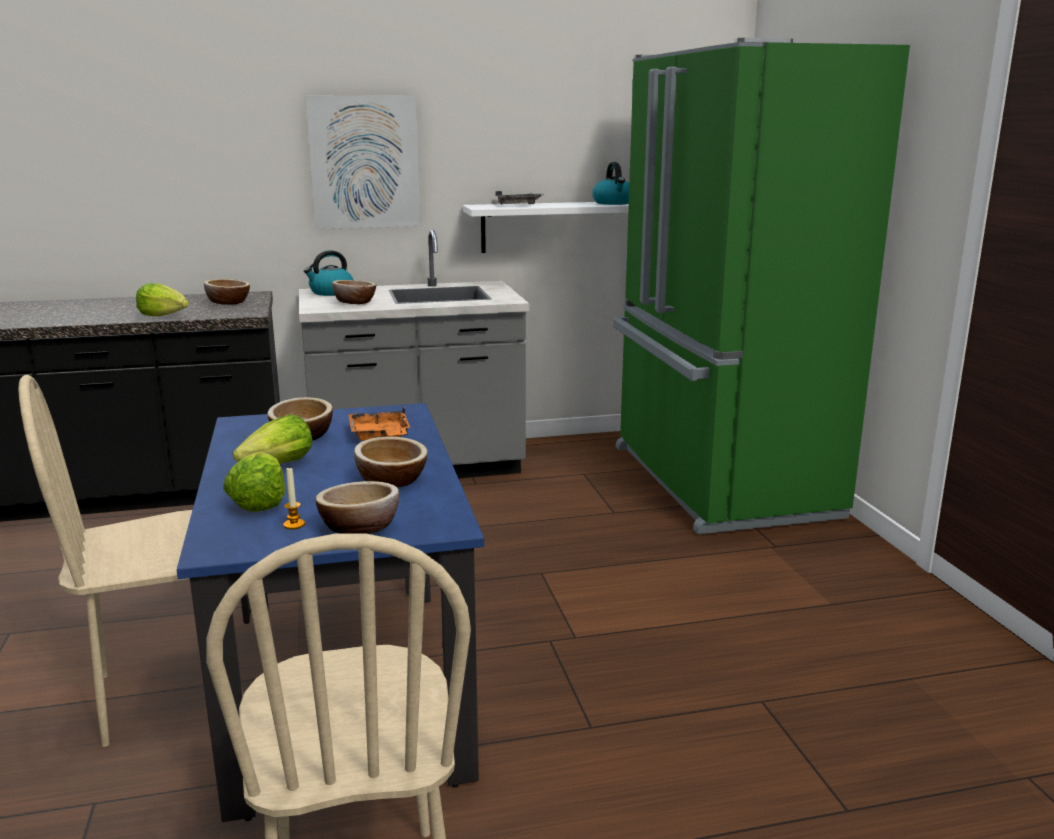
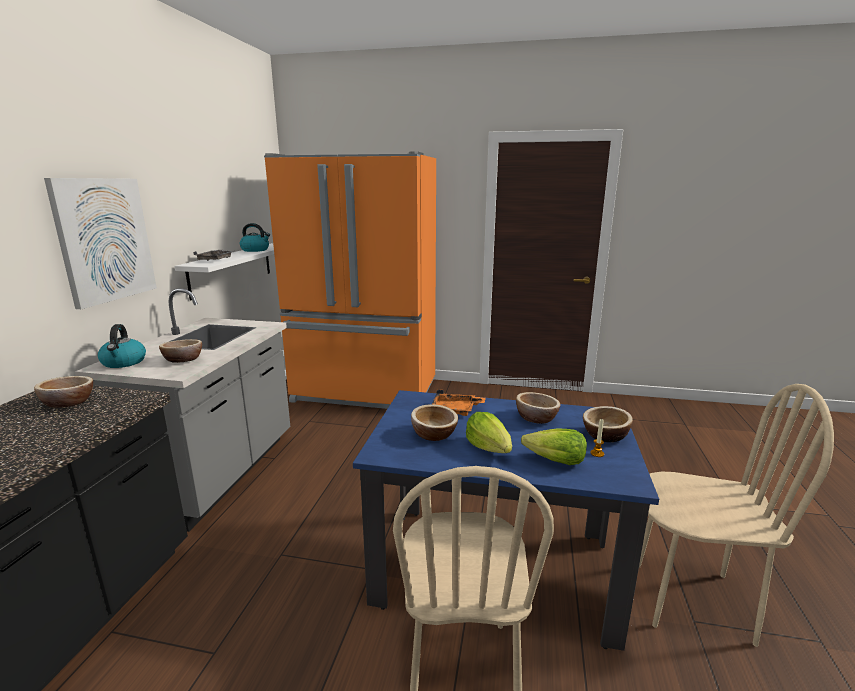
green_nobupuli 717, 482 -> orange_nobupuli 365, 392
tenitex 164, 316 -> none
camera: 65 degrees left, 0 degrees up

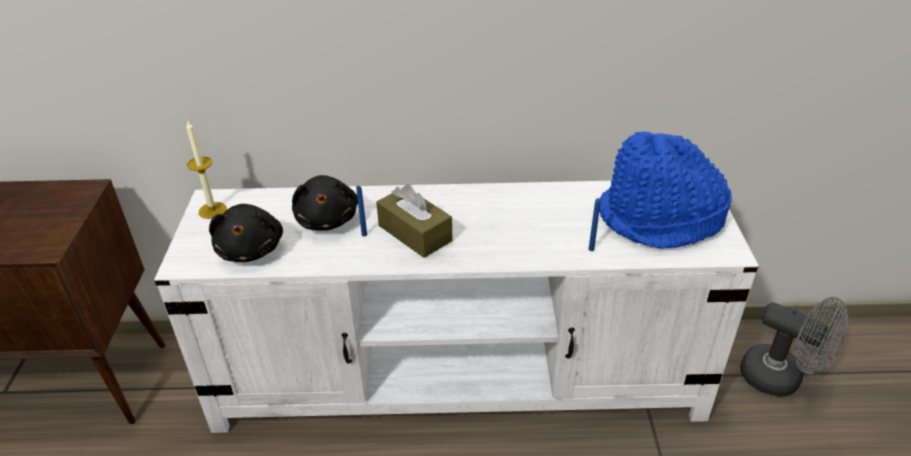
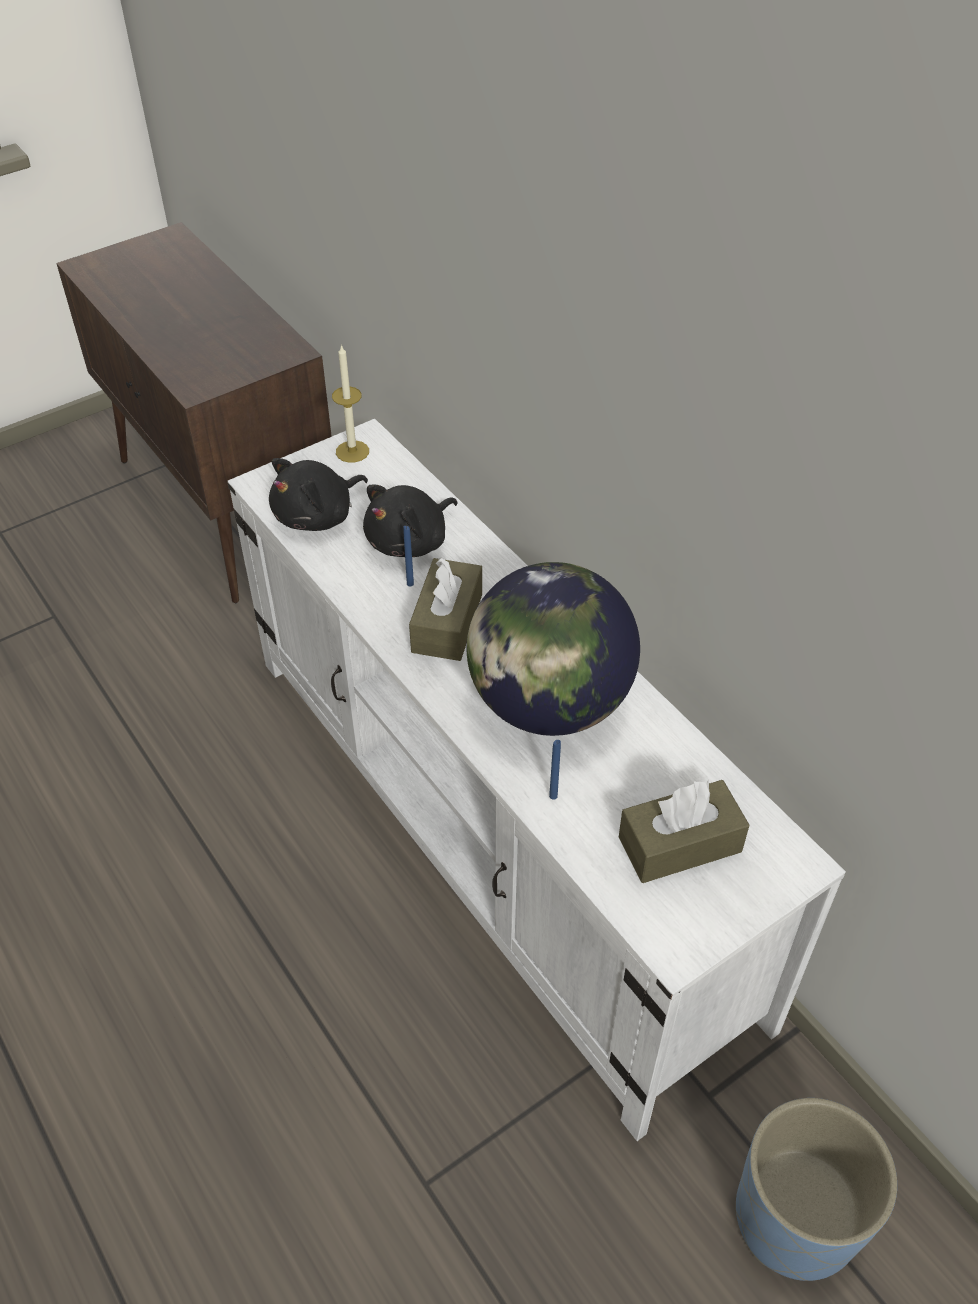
none -> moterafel 548, 704
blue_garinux 660, 219 -> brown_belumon 680, 844
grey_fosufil 781, 379 -> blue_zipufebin 796, 1216
camera: 55 degrees right, 10 degrees up

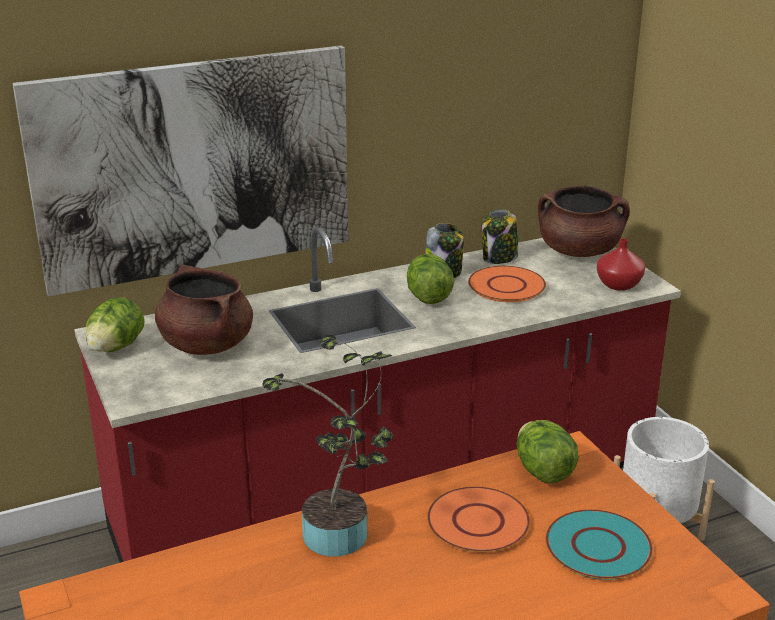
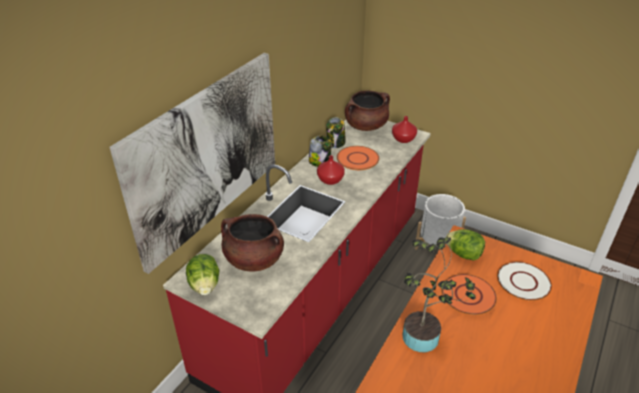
tenitex 428, 297 -> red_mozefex 330, 180
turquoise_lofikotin 597, 546 -> white_lofikotin 523, 282
camera: 35 degrees left, 10 degrees up

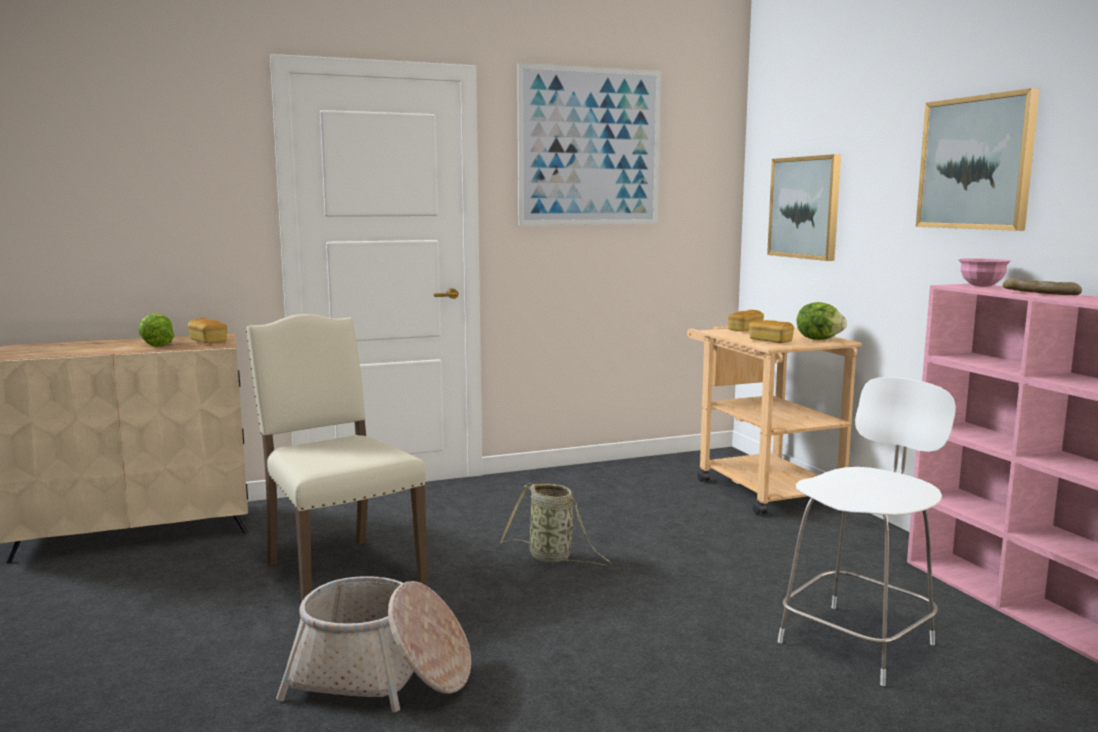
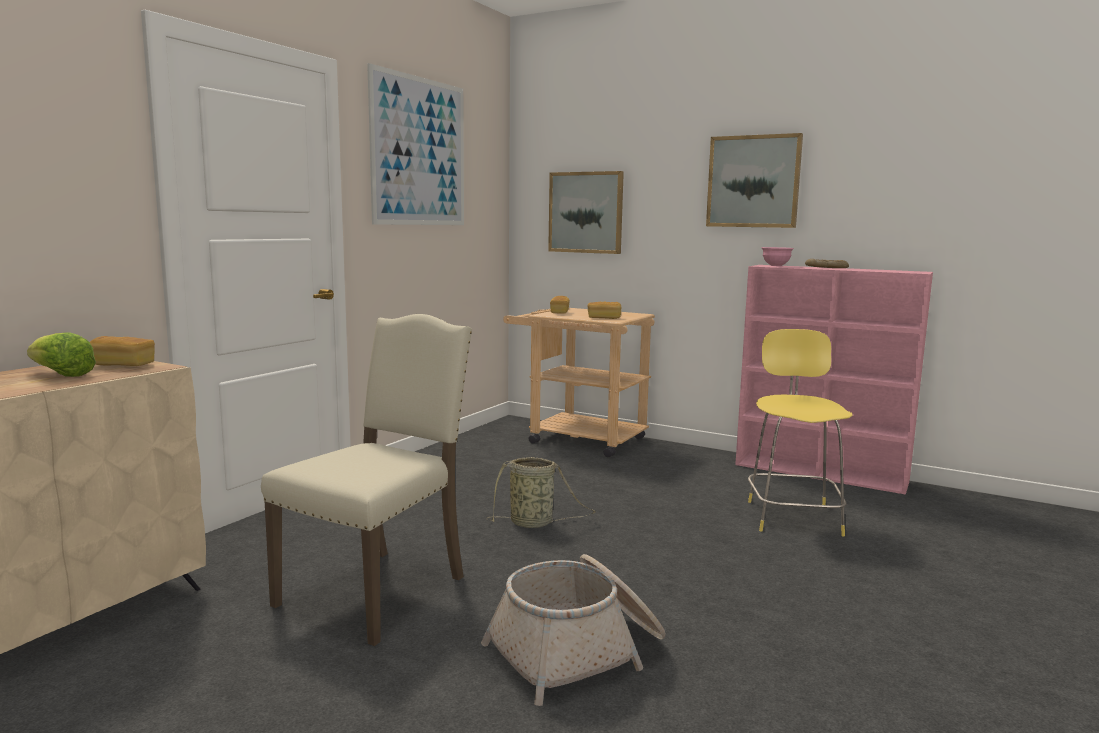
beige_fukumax 339, 572 -> beige_fukumax 378, 590, 105 degrees clockwise
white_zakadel 859, 641 -> yellow_zakadel 793, 516
tenitex 819, 339 -> none
camera: 40 degrees left, 0 degrees up

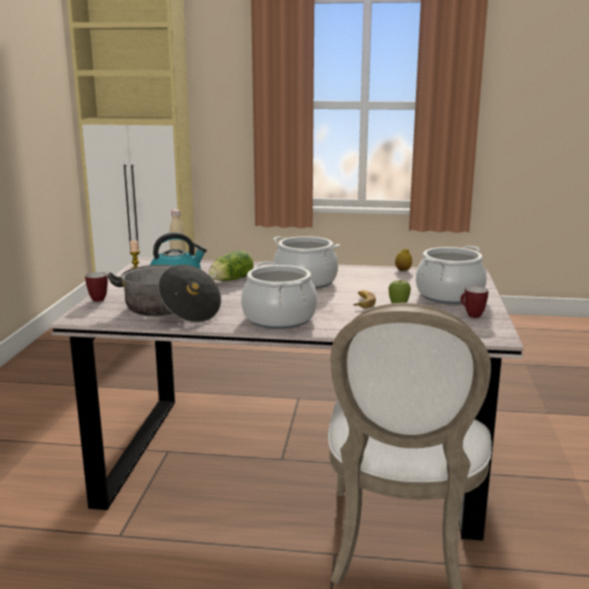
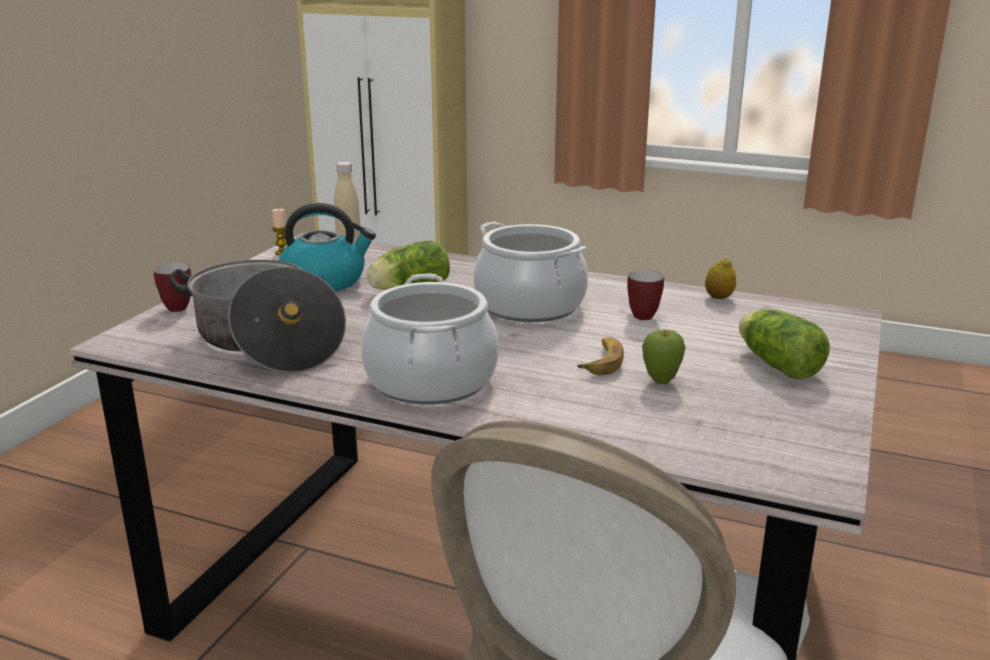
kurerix 471, 315 -> kurerix 640, 315, move
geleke 449, 295 -> tenitex 775, 363
camera: 15 degrees right, 5 degrees up

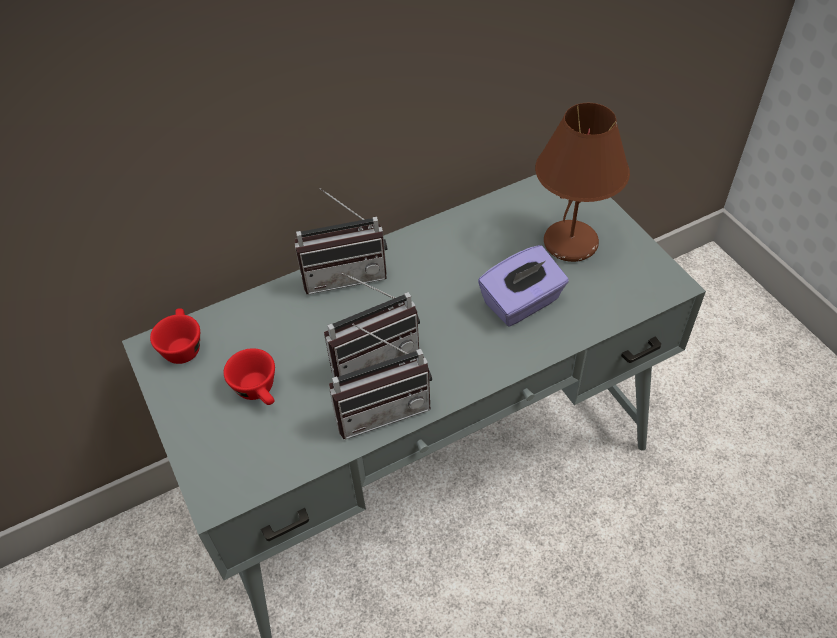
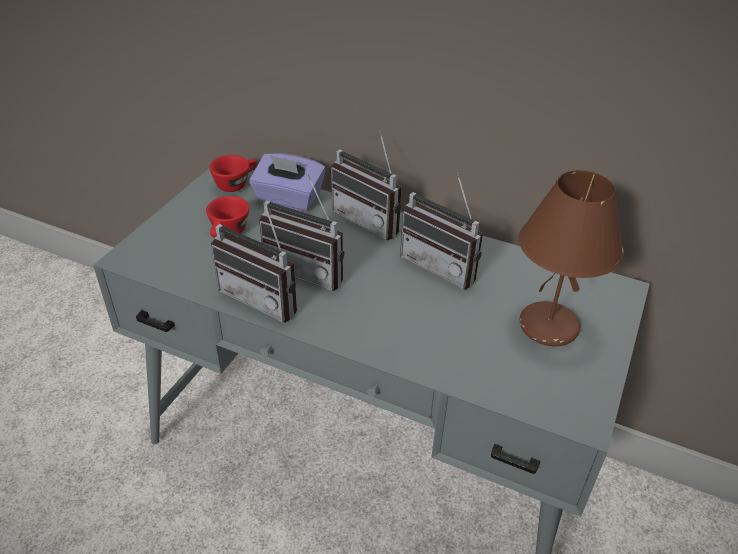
purple_belumon 521, 303 -> purple_belumon 288, 199, move
none -> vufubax 443, 265
camera: 50 degrees right, 10 degrees down

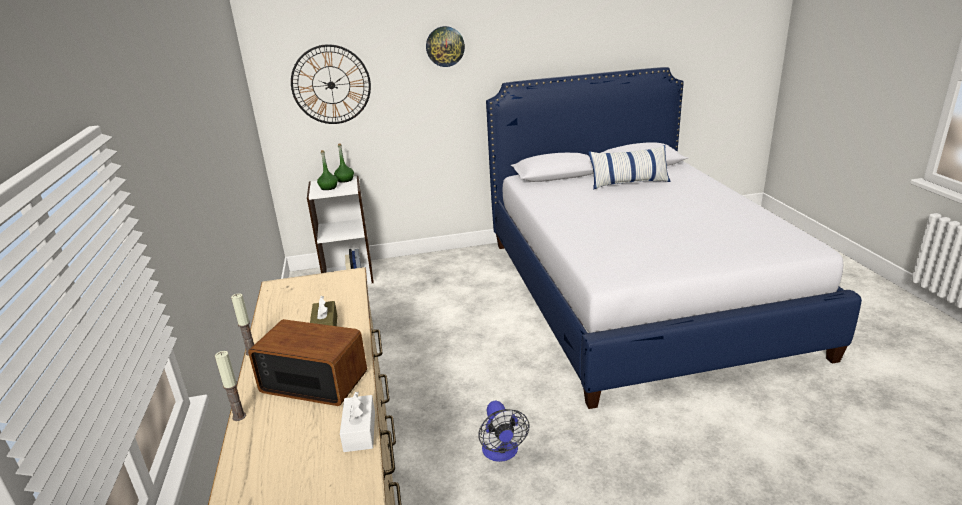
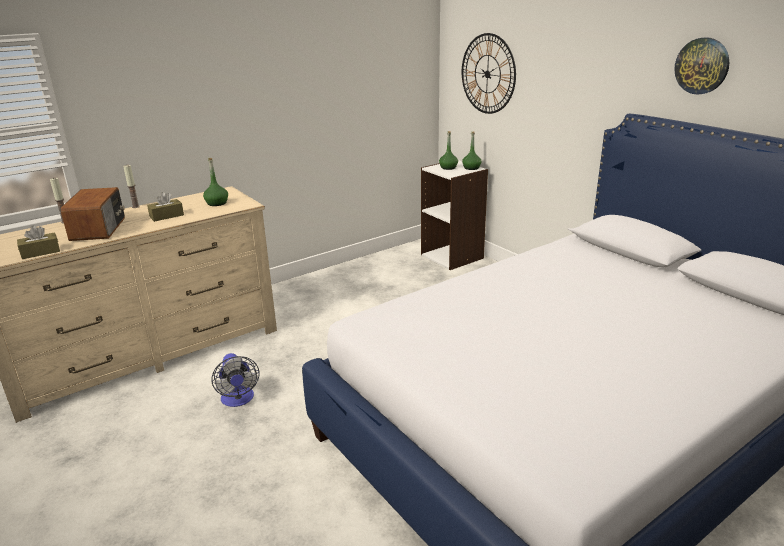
white_belumon 359, 431 -> brown_belumon 40, 252
none -> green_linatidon 217, 203
fosufil 502, 453 -> fosufil 238, 400, 75 degrees counterclockwise
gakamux 445, 46 -> gakamux 702, 66, move
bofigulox 629, 183 -> none
camera: 65 degrees right, 0 degrees up

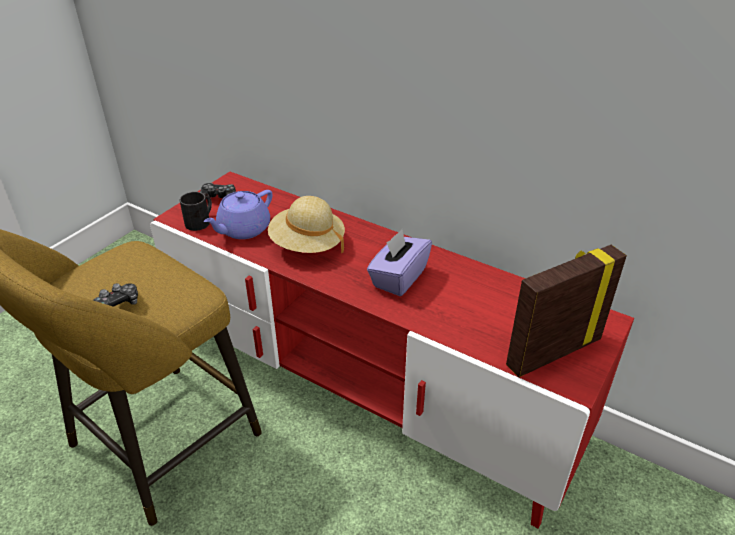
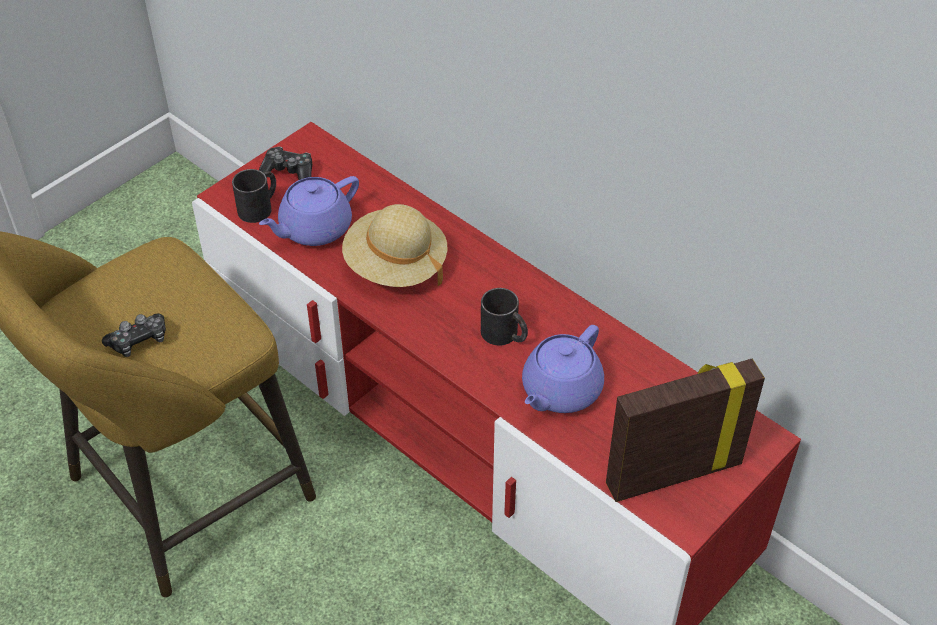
purple_belumon 398, 278 -> black_kurerix 505, 335
none -> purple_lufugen 560, 391
camera: 10 degrees right, 10 degrees up

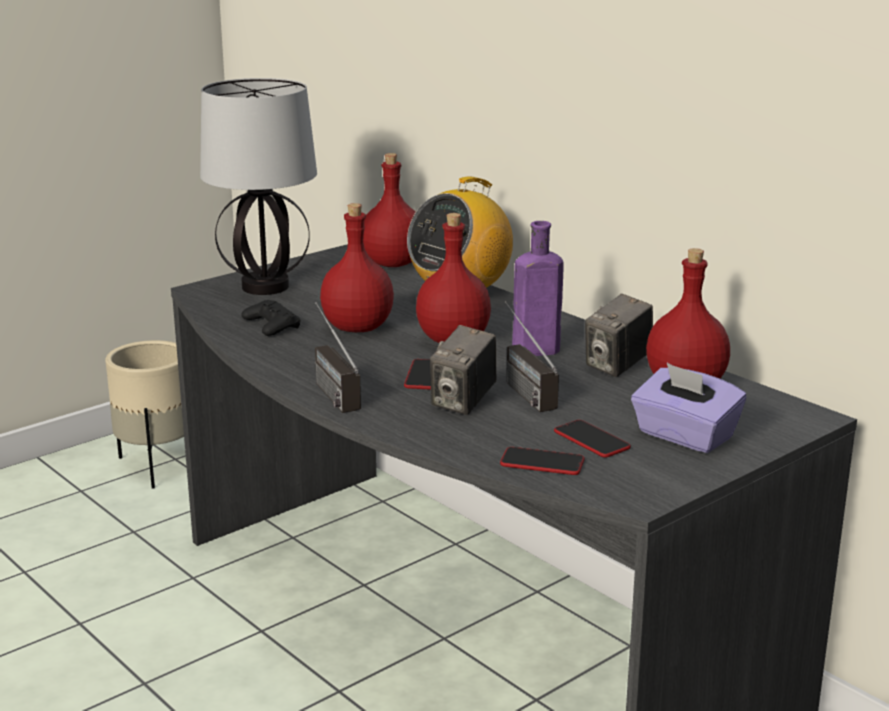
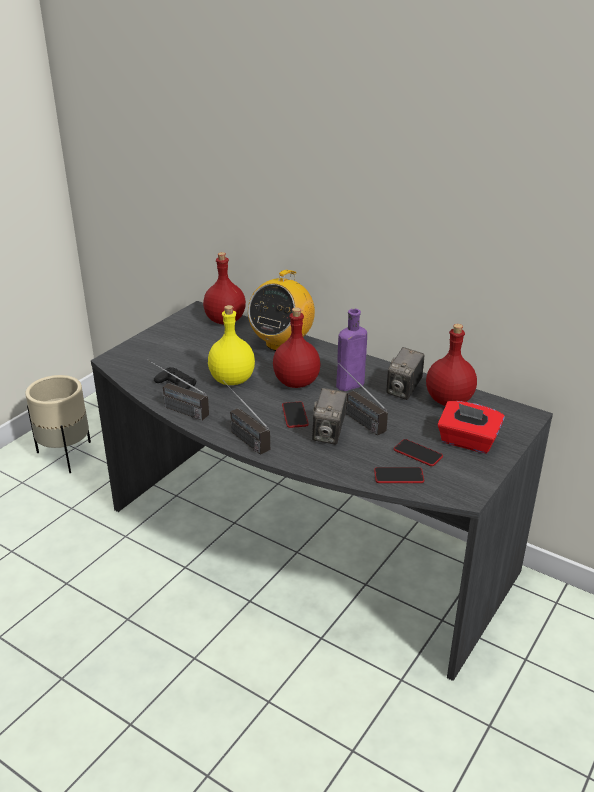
none -> vufubax 175, 408
red_linatidon 357, 328 -> yellow_linatidon 232, 380
purple_belumon 684, 436 -> red_belumon 467, 442
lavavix 264, 287 -> none
camera: 15 degrees left, 10 degrees up

